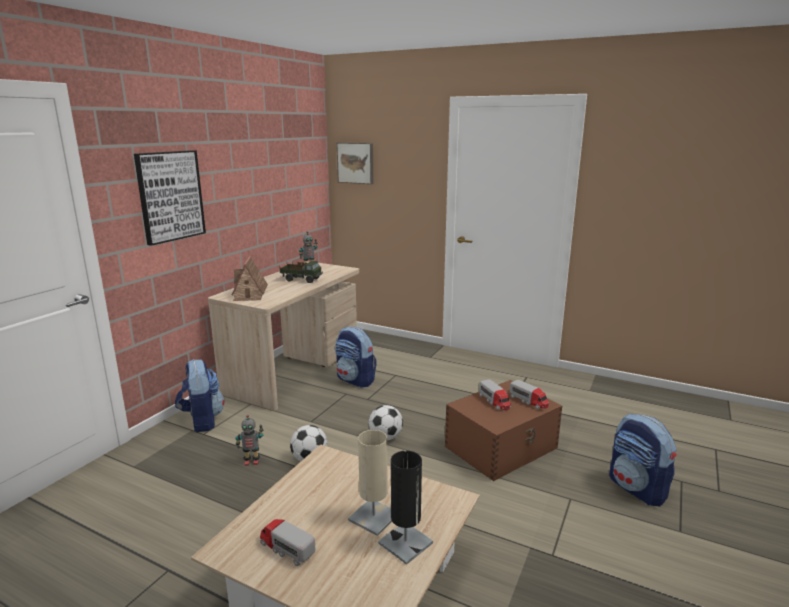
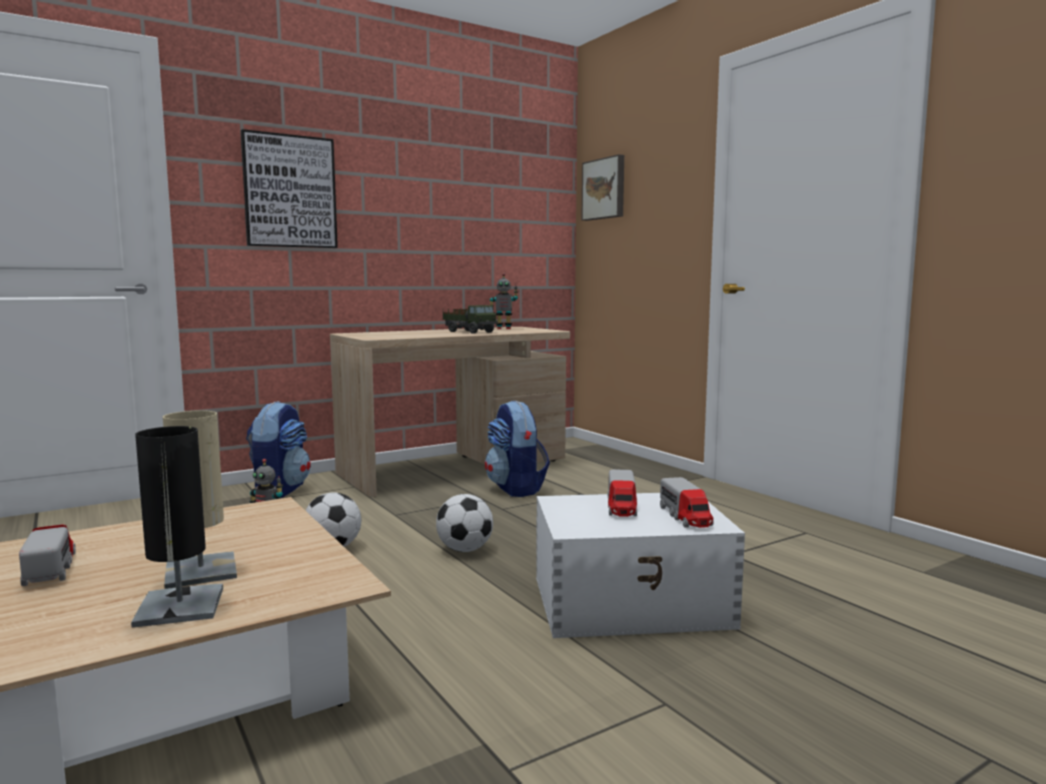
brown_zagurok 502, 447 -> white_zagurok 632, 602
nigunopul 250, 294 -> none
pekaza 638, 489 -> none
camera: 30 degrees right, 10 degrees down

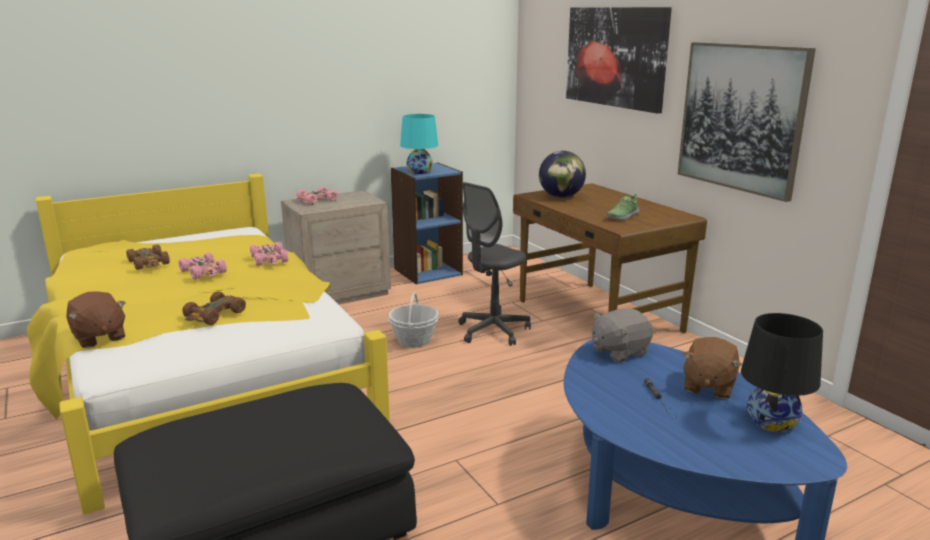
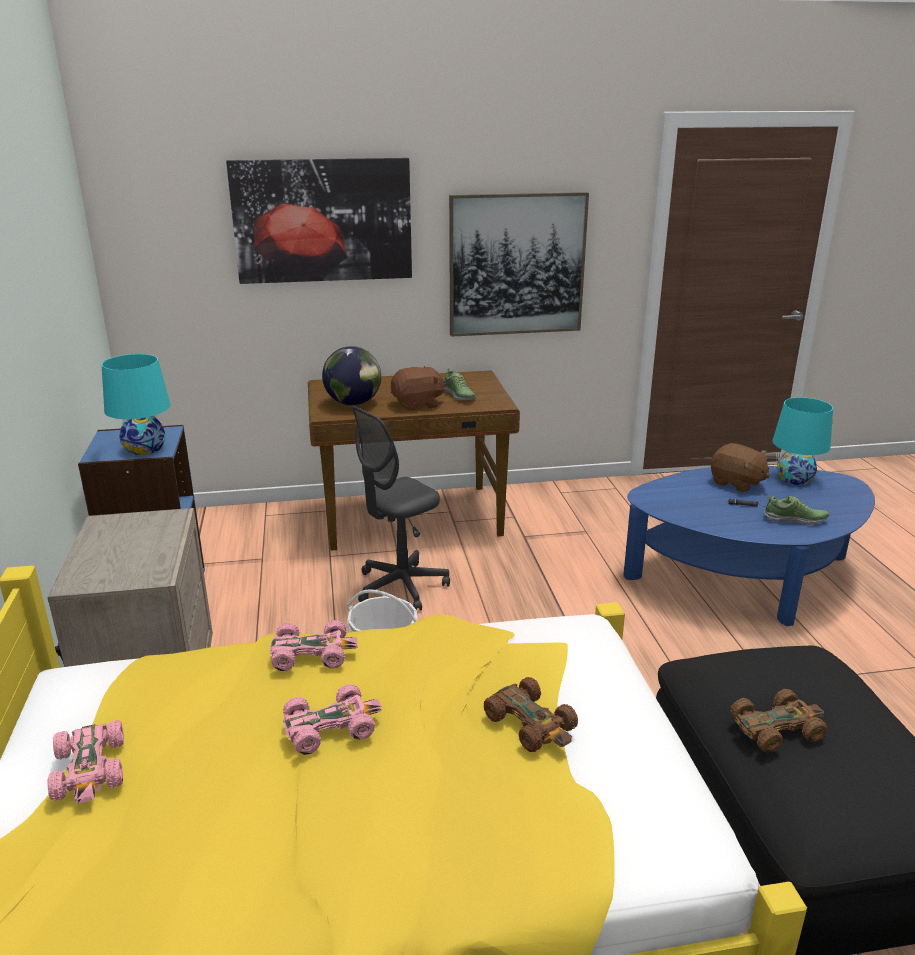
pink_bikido 317, 200 -> pink_bikido 90, 770, move
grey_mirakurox 493, 331 -> grey_mirakurox 401, 587, 75 degrees clockwise
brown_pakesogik 99, 337 -> brown_pakesogik 417, 404, move
brown_bikido 149, 263 -> brown_bikido 777, 728, move
none -> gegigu 795, 520
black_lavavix 771, 422 -> turquoise_lavavix 794, 479
grey_pakesogik 619, 351 -> none
camera: 70 degrees left, 5 degrees up

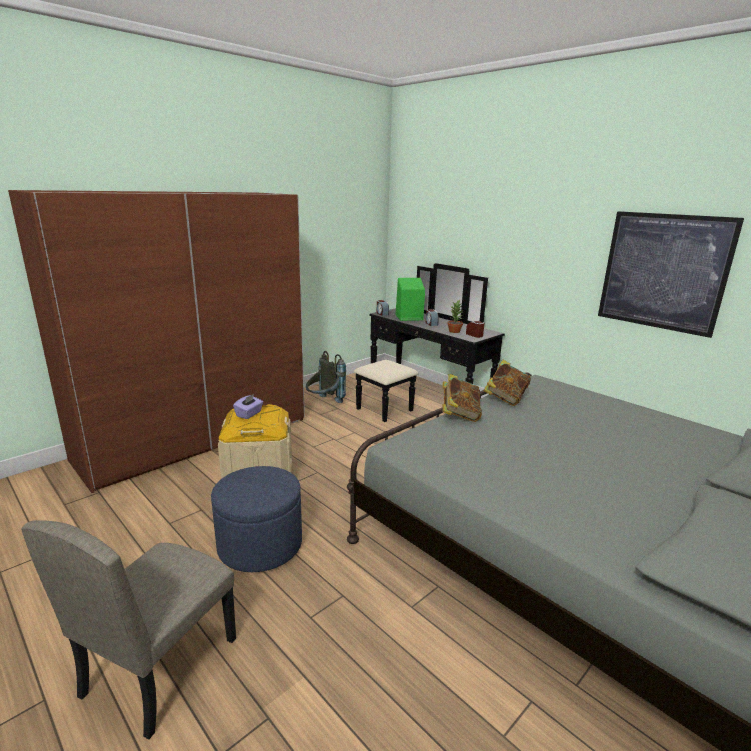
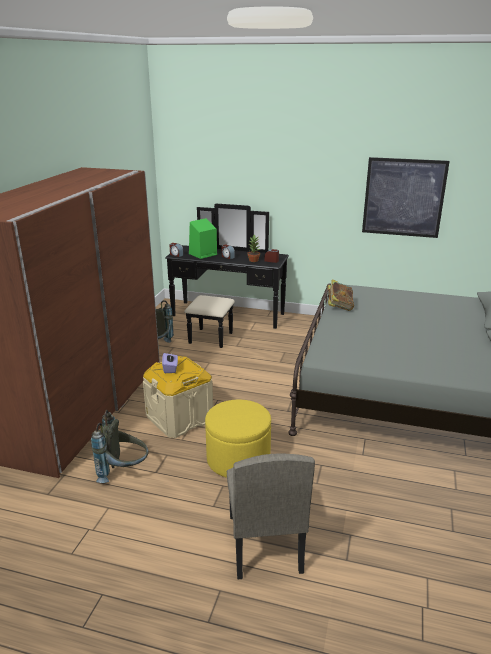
none -> grey_pekaza 124, 472
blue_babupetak 260, 545 -> yellow_babupetak 238, 459
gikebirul 459, 415 -> none
camera: 30 degrees left, 5 degrees up

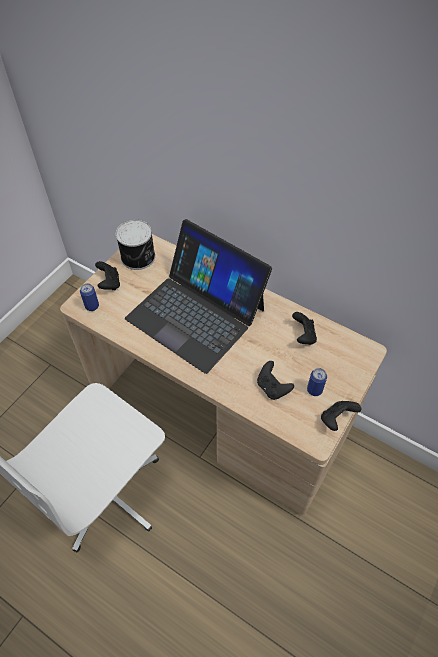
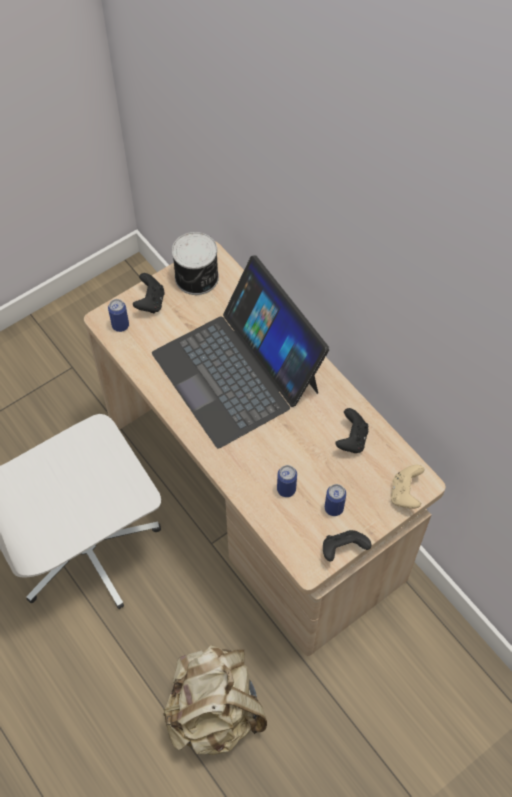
none -> beige_pekaza 215, 710
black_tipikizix 272, 388 -> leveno 286, 489
none -> beige_tipikizix 405, 494
camera: 20 degrees right, 5 degrees up

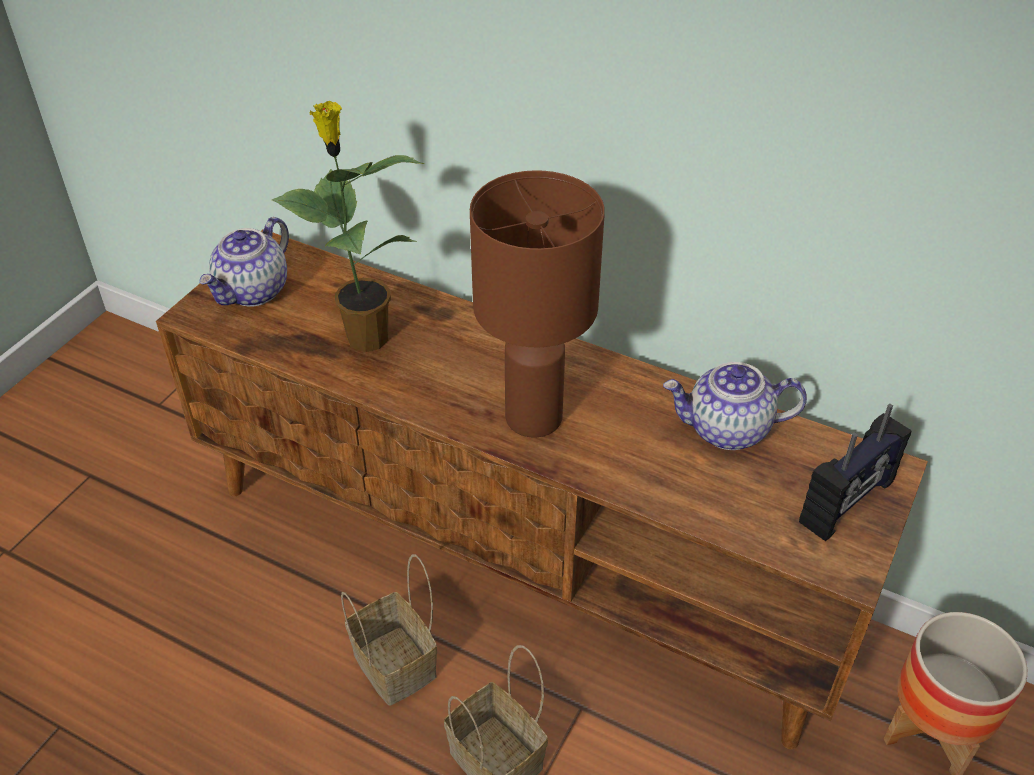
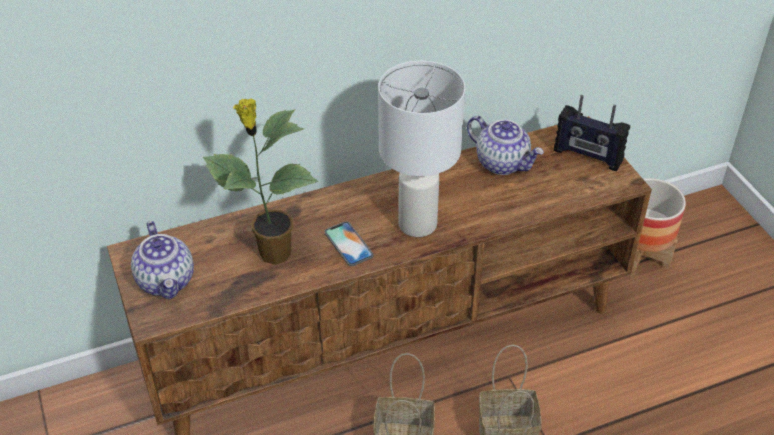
none -> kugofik 348, 244
brown_lavavix 535, 418 -> white_lavavix 418, 223
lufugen 727, 430 -> lufugen 503, 163, 90 degrees counterclockwise
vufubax 848, 503 -> vufubax 587, 156, 120 degrees clockwise
camera: 50 degrees left, 0 degrees up

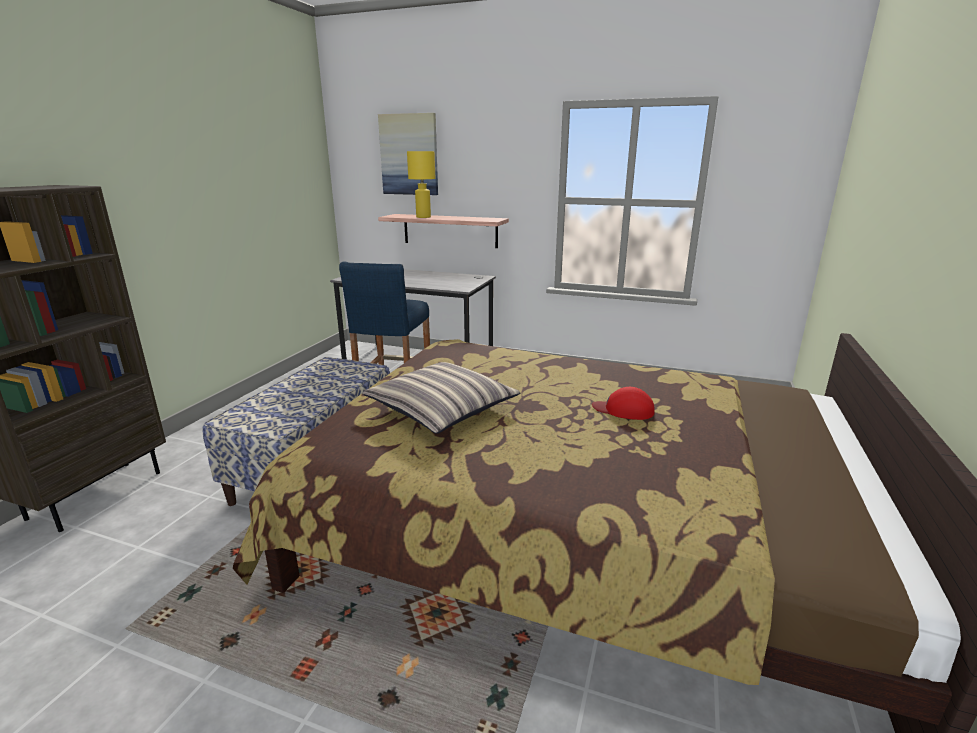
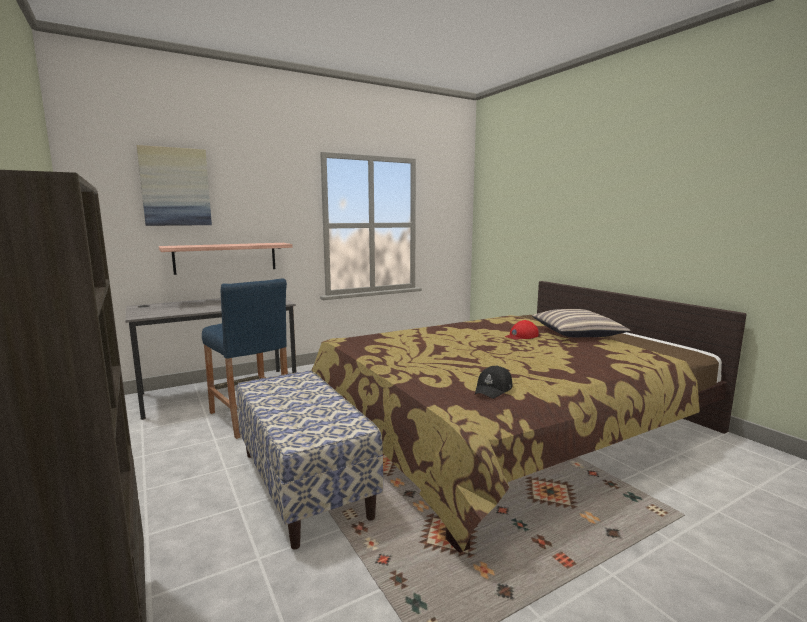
none -> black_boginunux 494, 389
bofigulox 441, 409 -> bofigulox 577, 333, move
yellow_lavavix 423, 217 -> none
camera: 50 degrees left, 10 degrees down

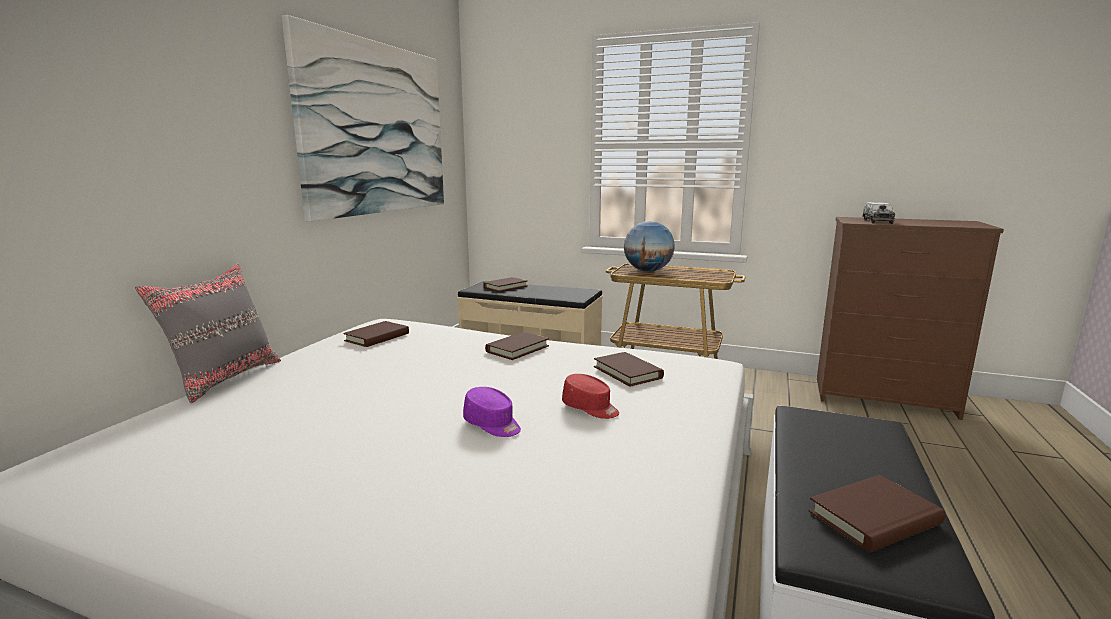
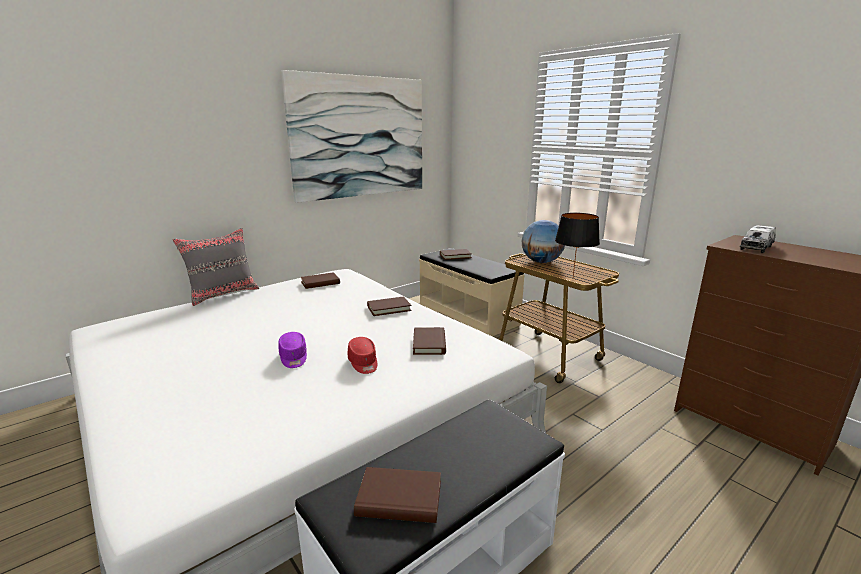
none -> black_lavavix 572, 278
camera: 30 degrees right, 5 degrees up

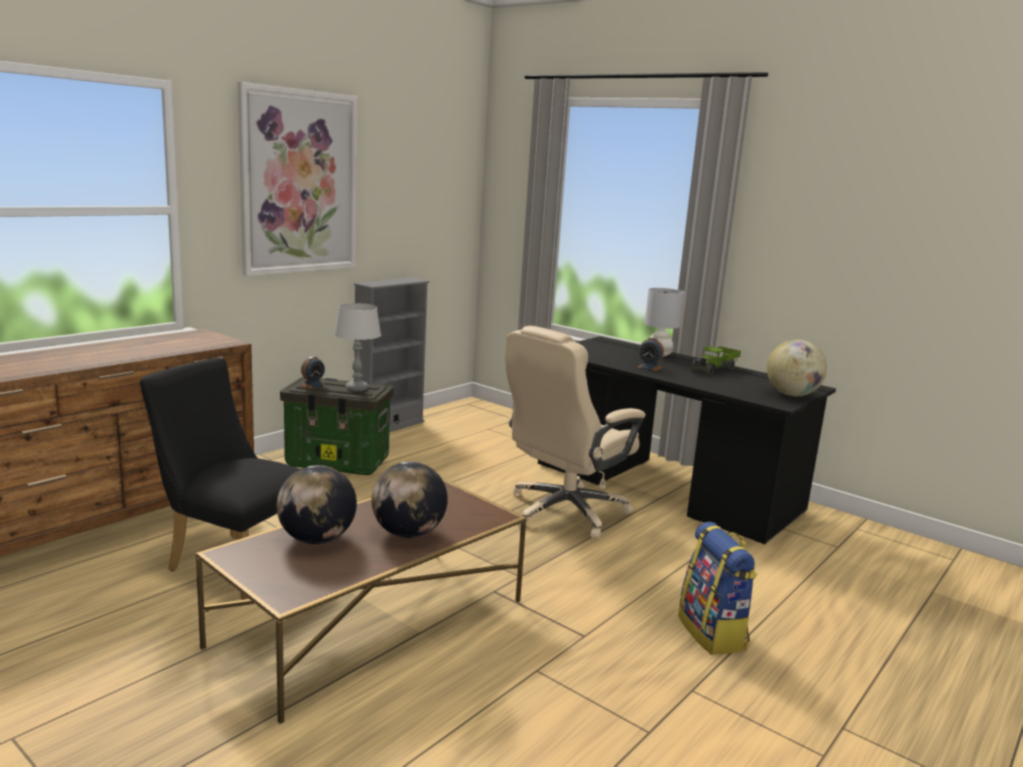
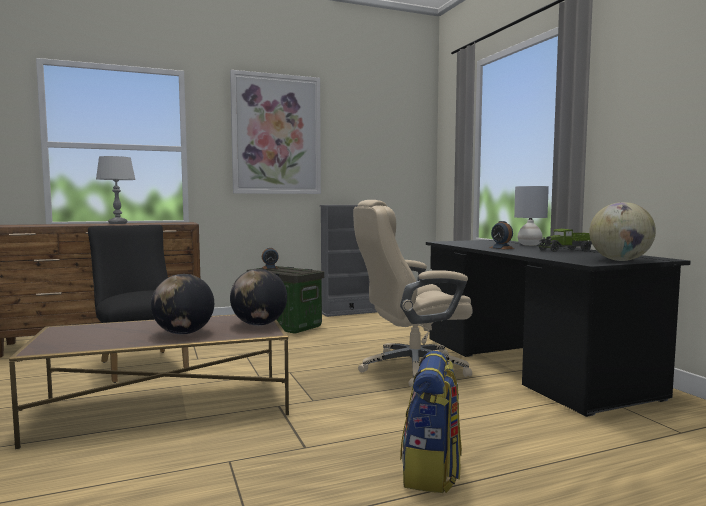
grey_lavavix 357, 388 -> grey_lavavix 118, 223, move
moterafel 316, 539 -> moterafel 259, 324, move
camera: 30 degrees right, 10 degrees down

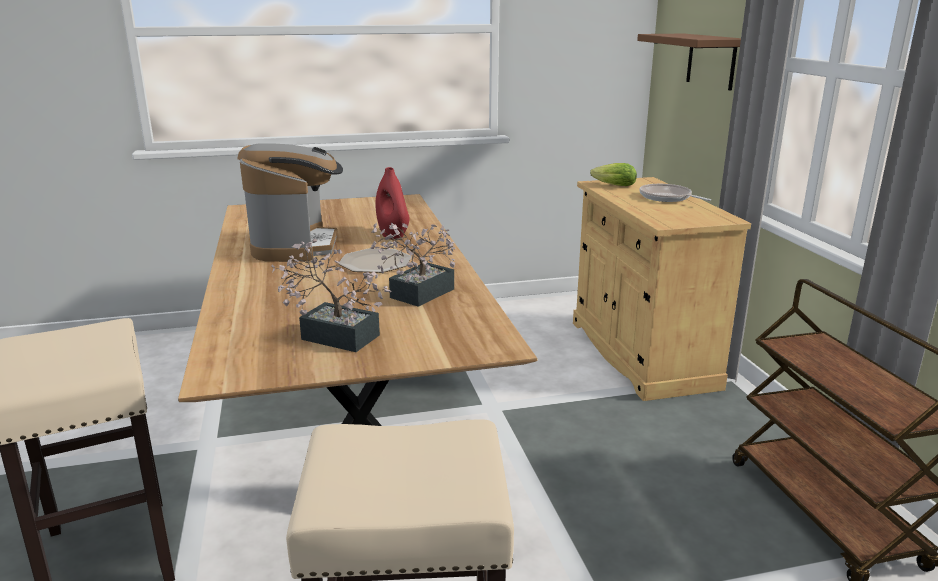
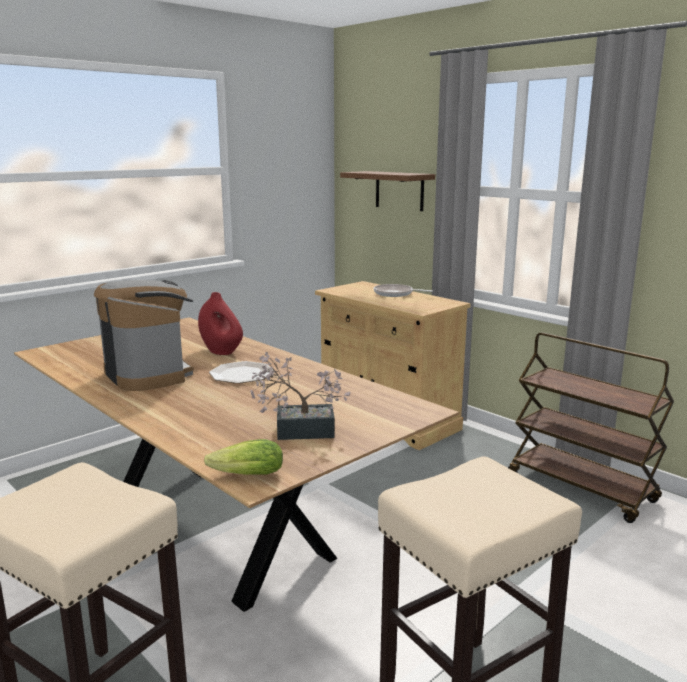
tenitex 612, 185 -> tenitex 244, 475, move
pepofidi 416, 295 -> none
camera: 30 degrees left, 5 degrees down

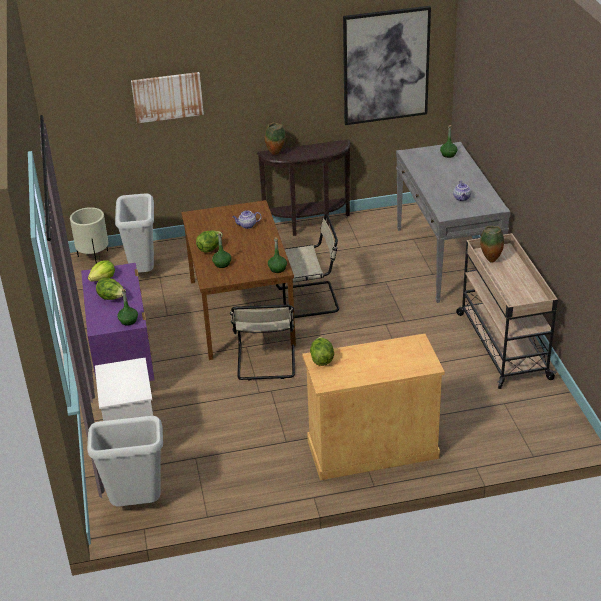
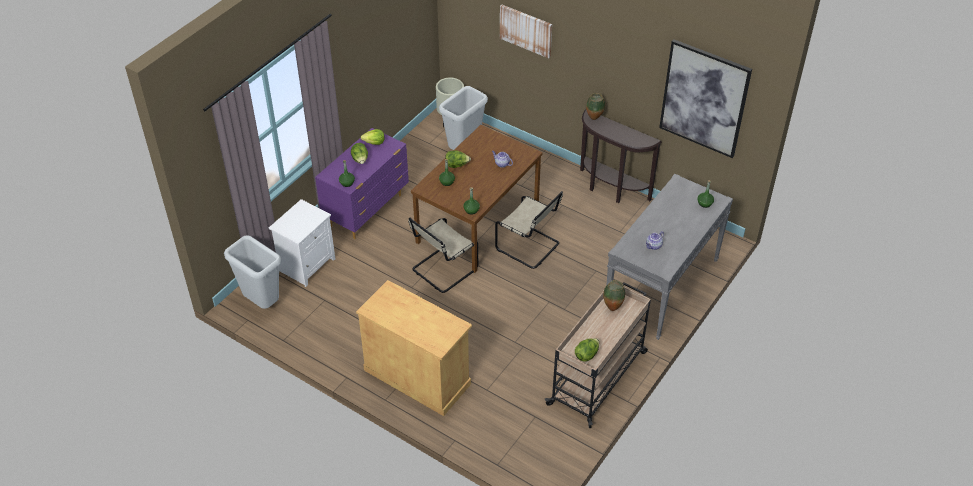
tenitex 321, 359 -> tenitex 586, 355, move
camera: 45 degrees right, 10 degrees up

